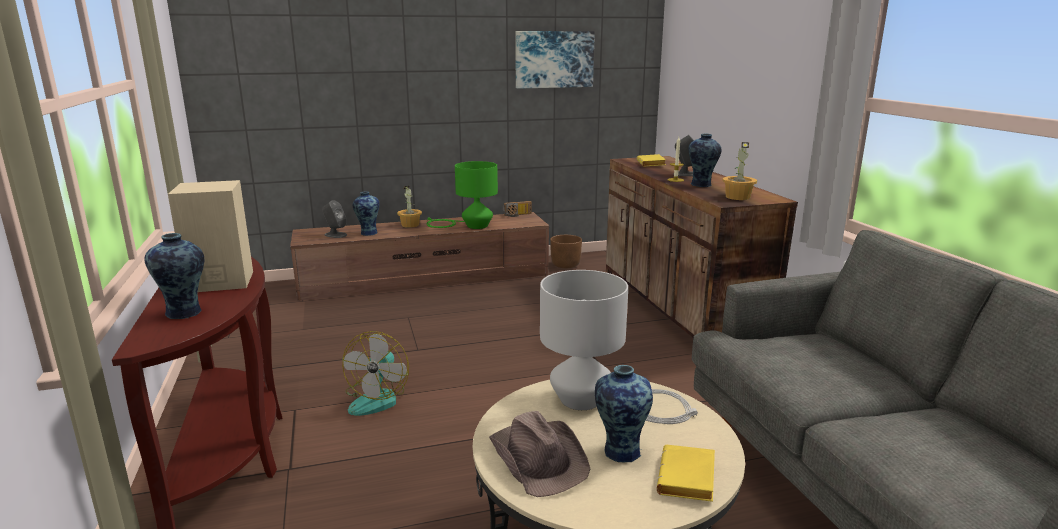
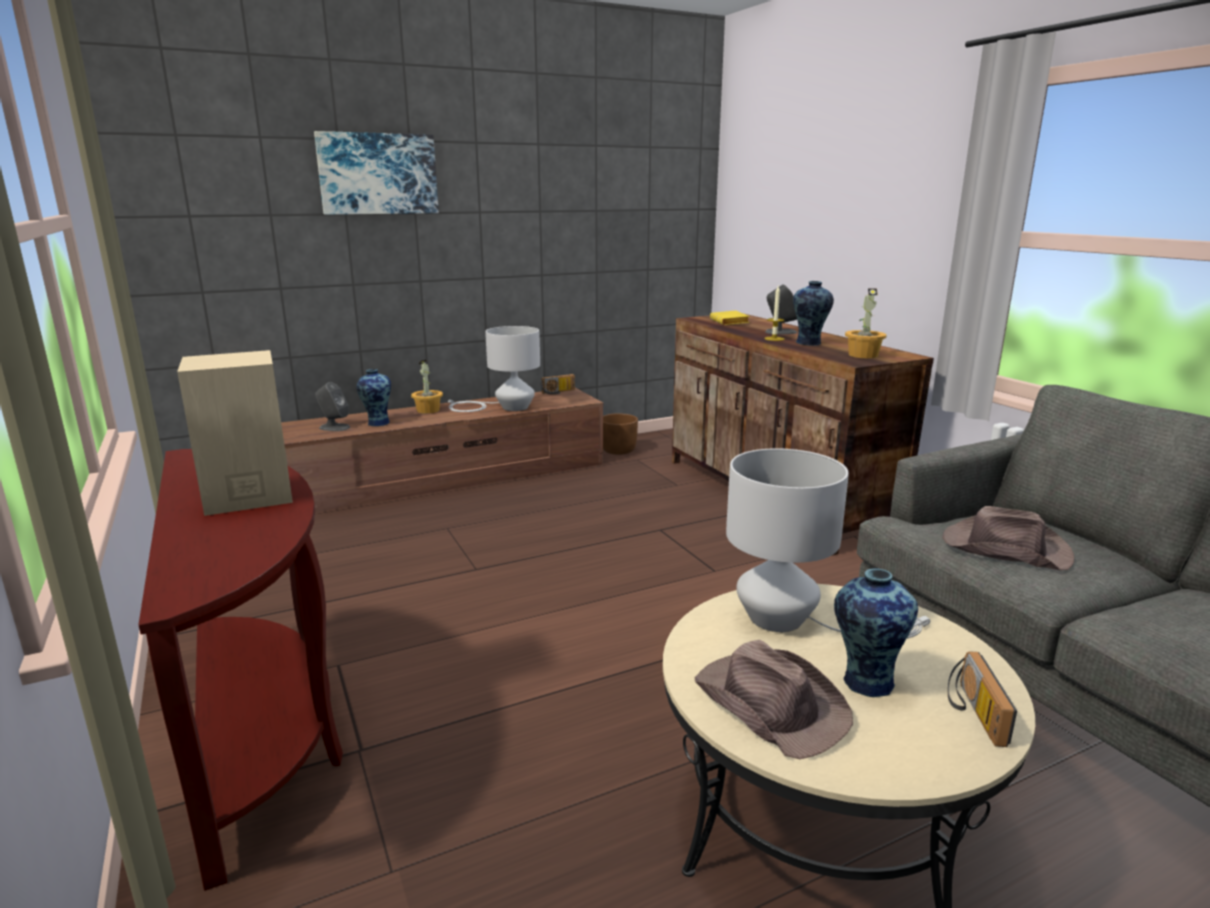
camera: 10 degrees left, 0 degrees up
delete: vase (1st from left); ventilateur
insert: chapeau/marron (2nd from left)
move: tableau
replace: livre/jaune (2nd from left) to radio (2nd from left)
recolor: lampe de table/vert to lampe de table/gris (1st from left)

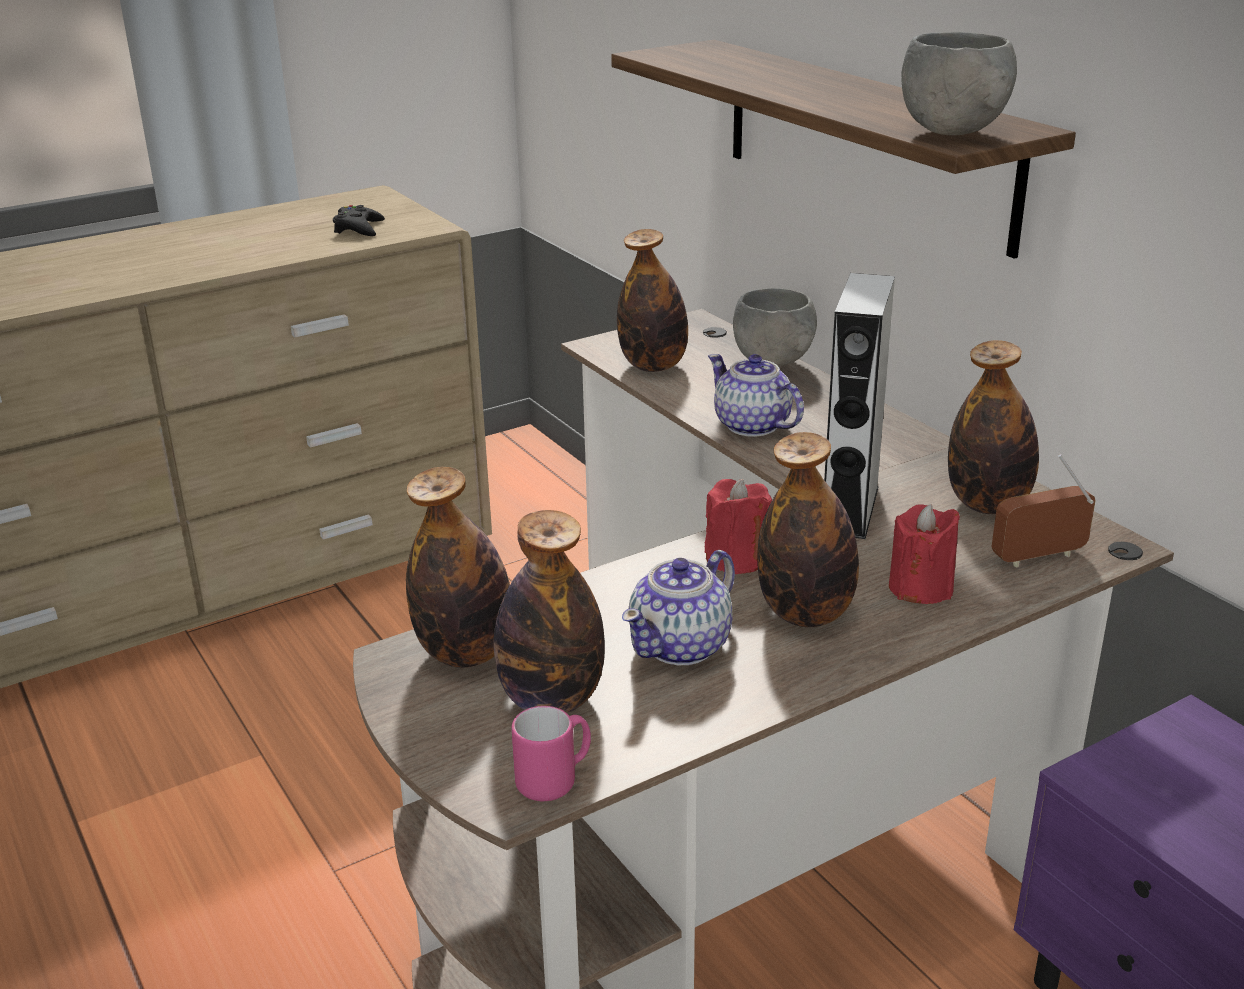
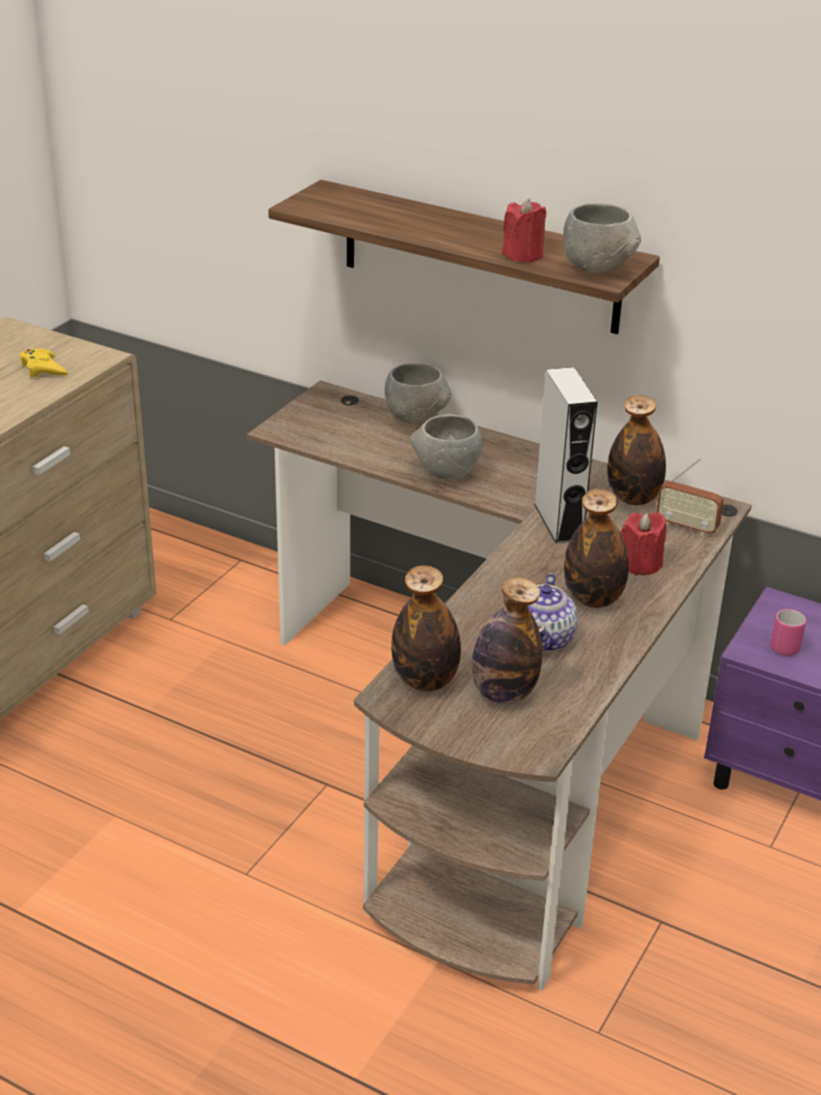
camera: 30 degrees left, 5 degrees up
delete: bouteille (3rd from left)
move: bougie/rouge (1st from left); mug/rose
replace: théière (2nd from left) to bol/gris (2nd from left)
recolor: manette/noir to manette/jaune
rotate: radio 105 degrees counterclockwise

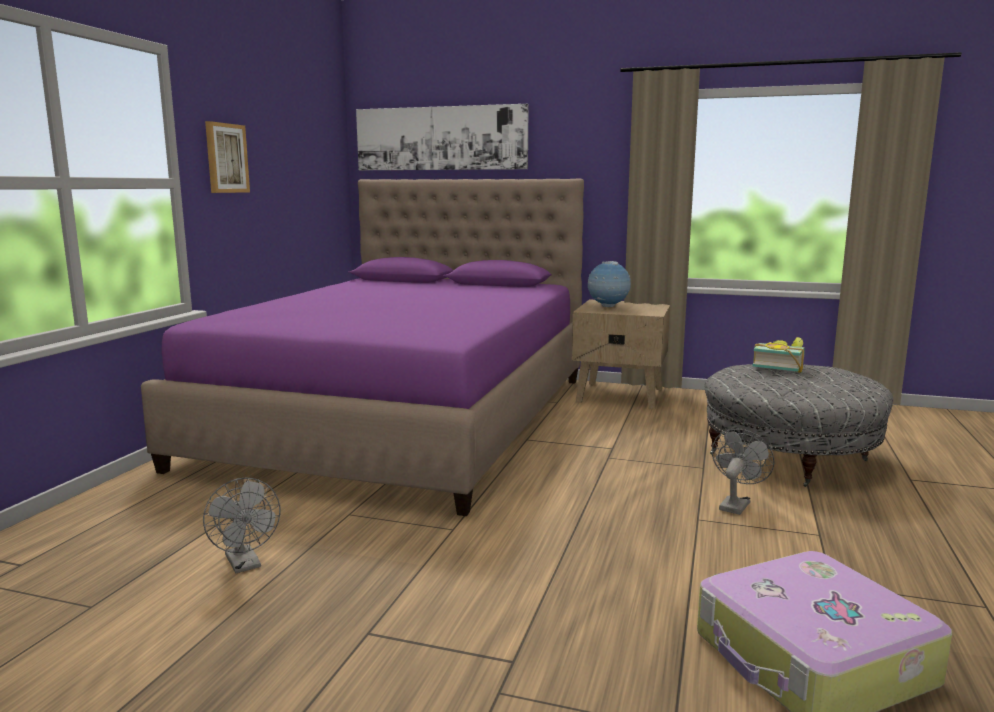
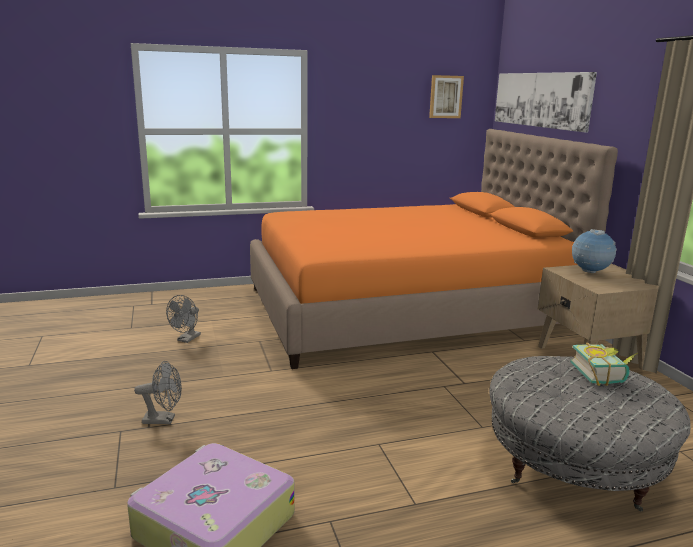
camera: 55 degrees right, 5 degrees up
move: ventilateur/gris (2nd from left in the first image) to ventilateur/gris (1st from left); tableau (1st from left)
recolor: lit/violet to lit/orange

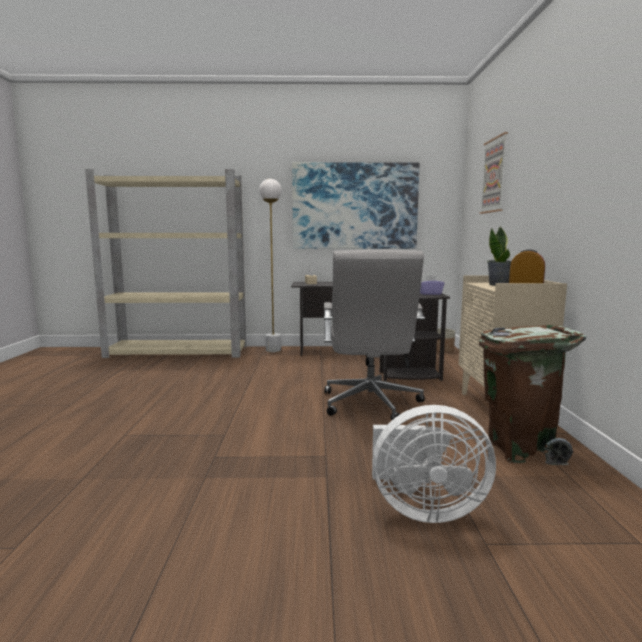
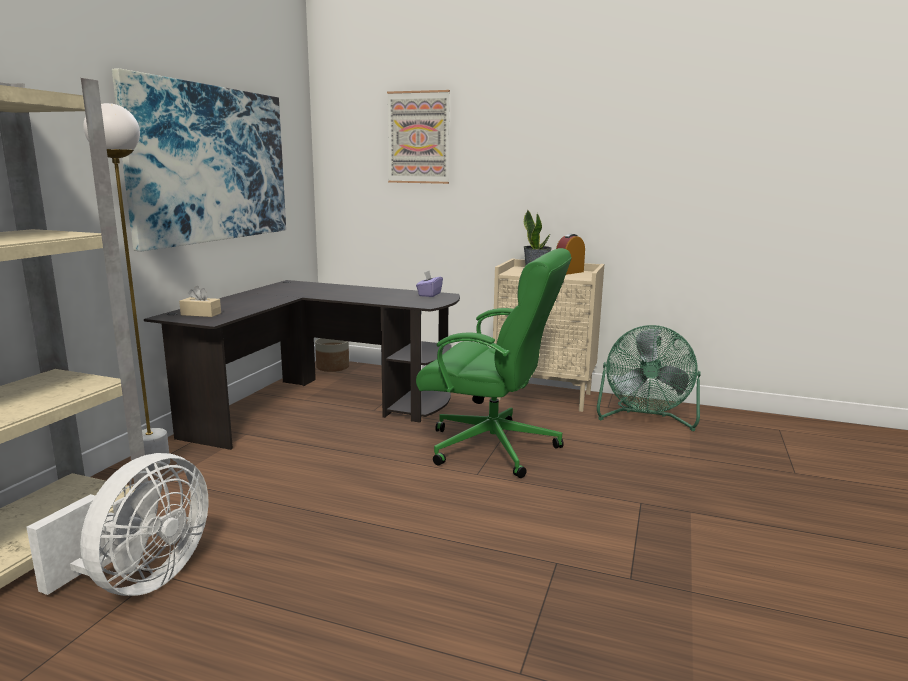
camera: 70 degrees left, 5 degrees up
move: ventilateur/blanc
replace: poubelle/marron to ventilateur/vert
recolor: chaise de bureau/gris to chaise de bureau/vert

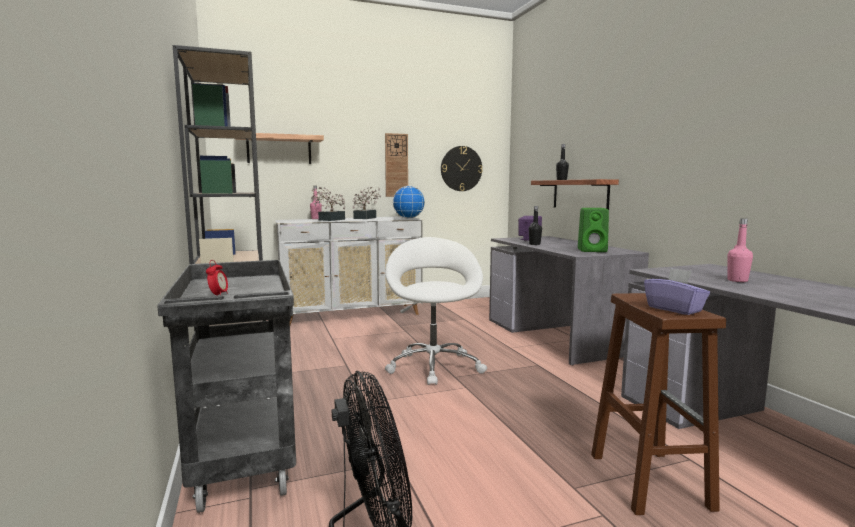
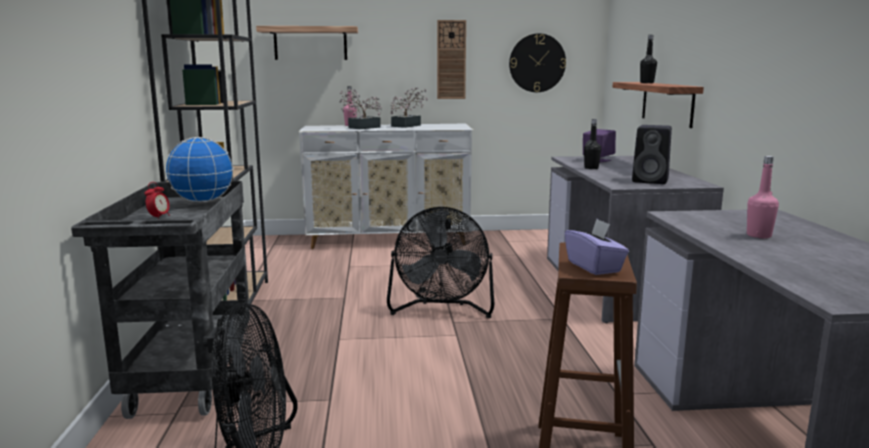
camera: 15 degrees right, 5 degrees up
move: globe
replace: chaise de bureau/blanc to ventilateur/noir (2nd from left)
recolor: enceinte/vert to enceinte/noir

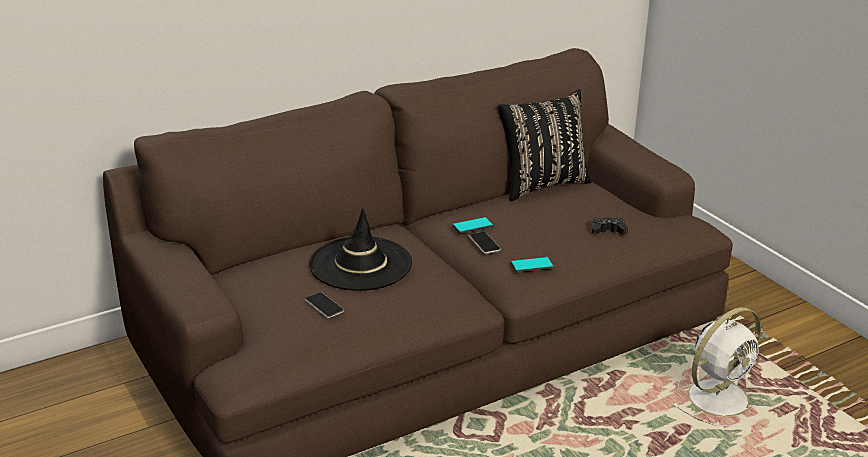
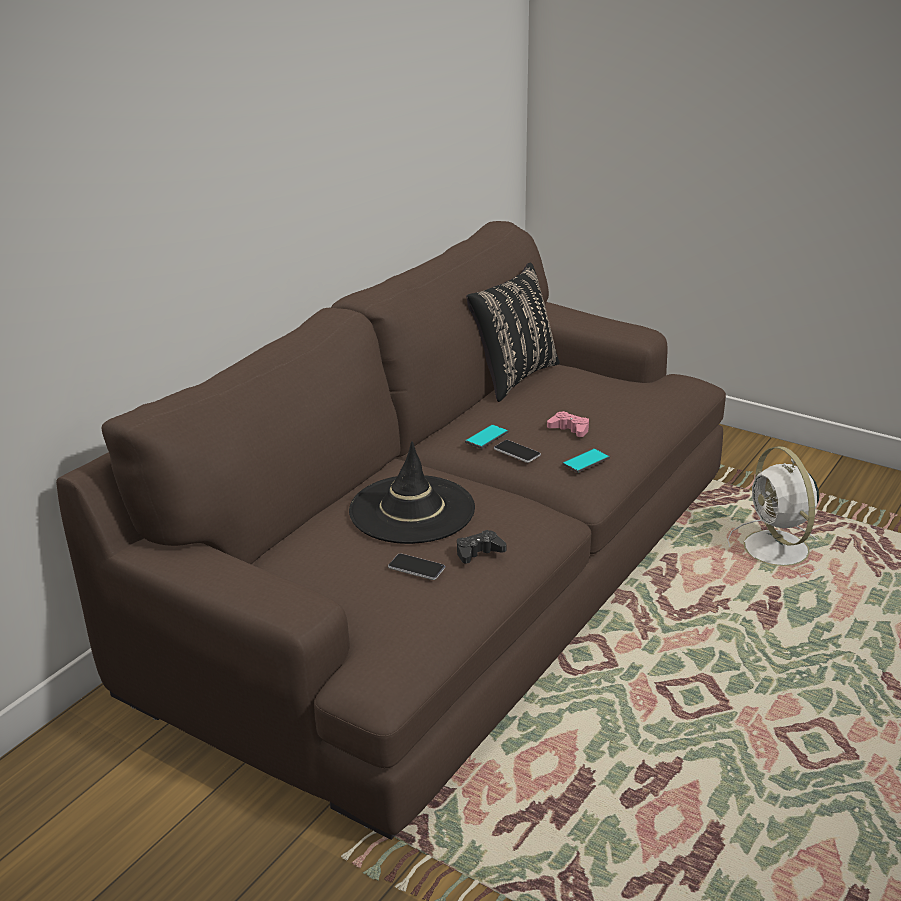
camera: 25 degrees left, 0 degrees up
insert: manette/rose
move: manette/noir
rotate: ventilateur/blanc 135 degrees clockwise

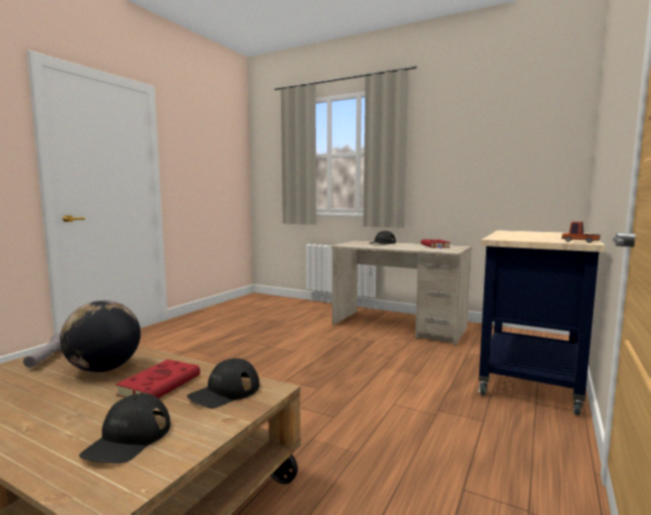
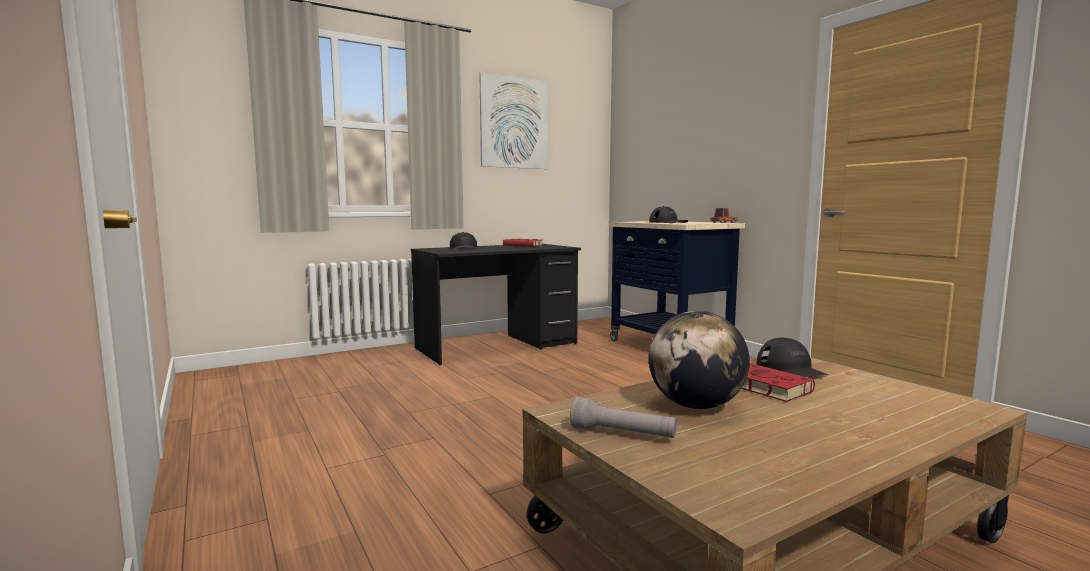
camera: 60 degrees left, 0 degrees up
insert: tableau
move: casquette/noir (1st from left in the first image) to casquette/noir (2nd from left)
recolor: bureau/beige to bureau/noir

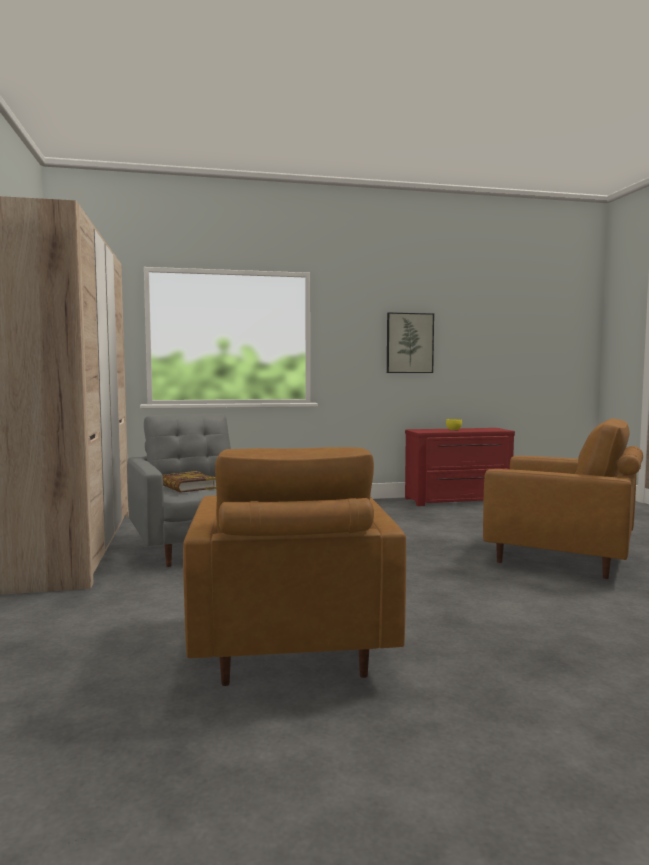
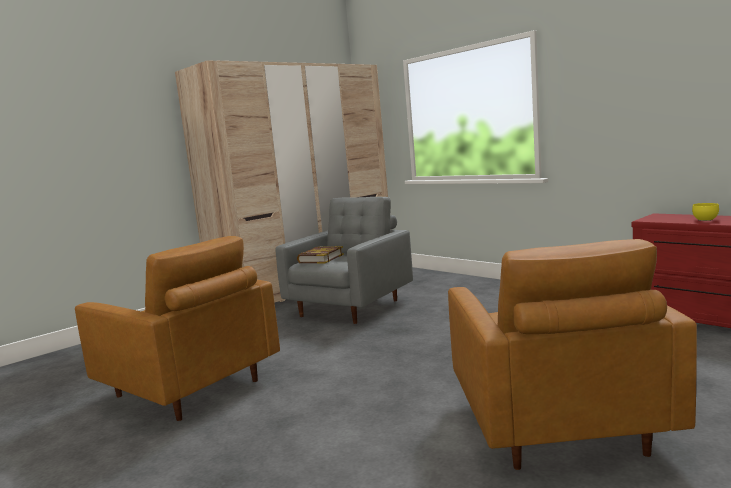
camera: 60 degrees right, 5 degrees up
delete: tableau
rotate: fauteuil/marron (1st from left) 105 degrees counterclockwise

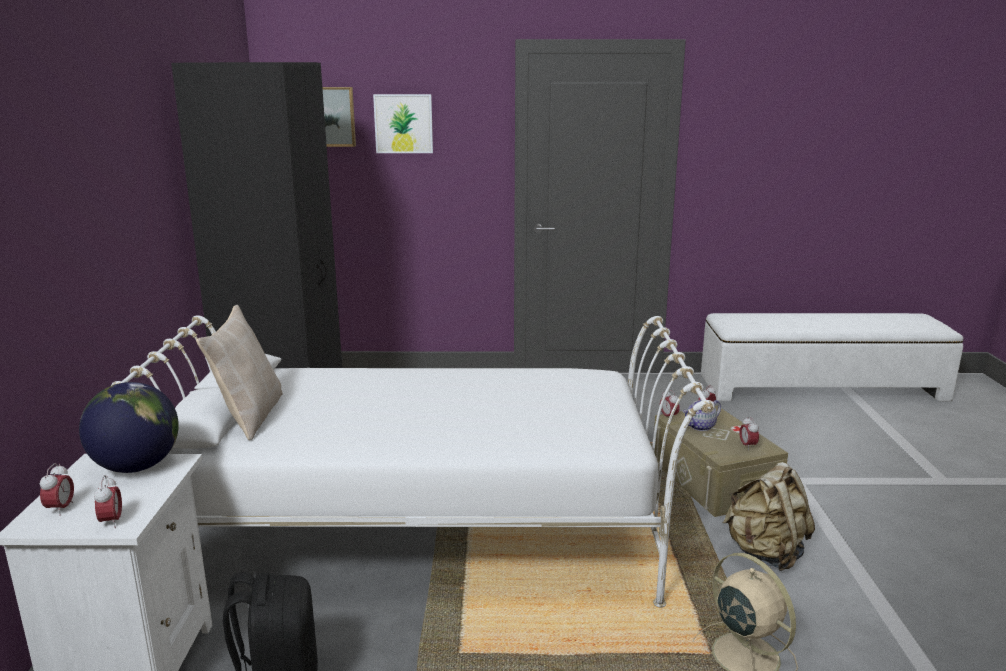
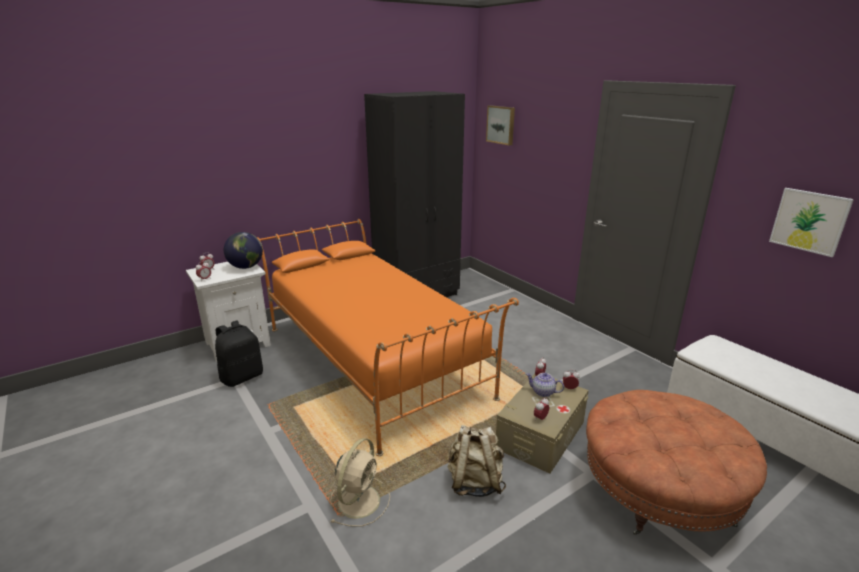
camera: 55 degrees right, 5 degrees up
delete: coussin/beige
insert: pouf/marron
move: tableau (2nd from left)
recolor: lit/blanc to lit/orange

